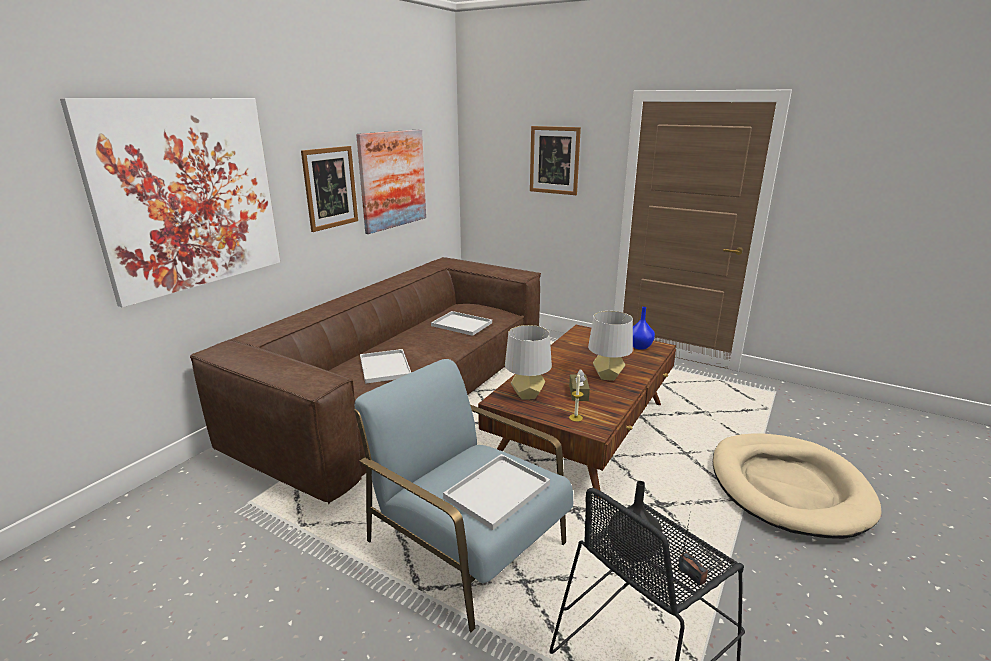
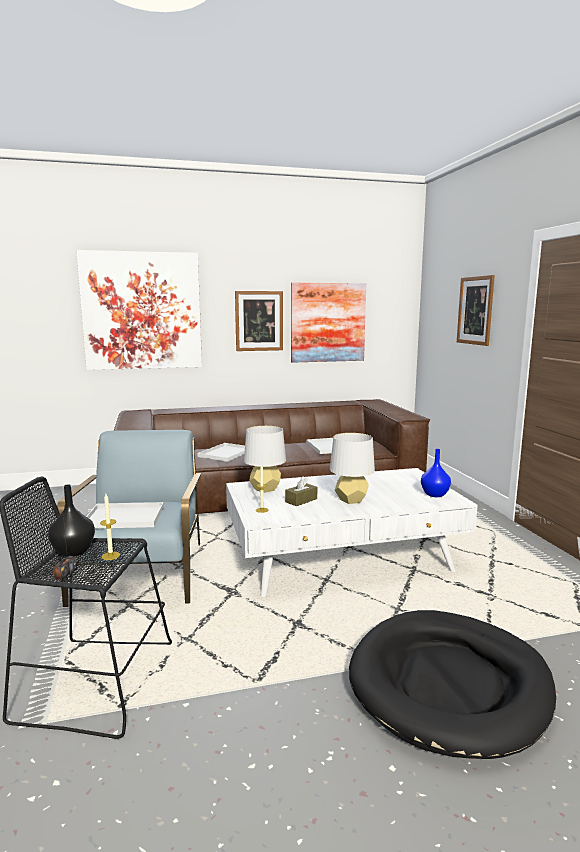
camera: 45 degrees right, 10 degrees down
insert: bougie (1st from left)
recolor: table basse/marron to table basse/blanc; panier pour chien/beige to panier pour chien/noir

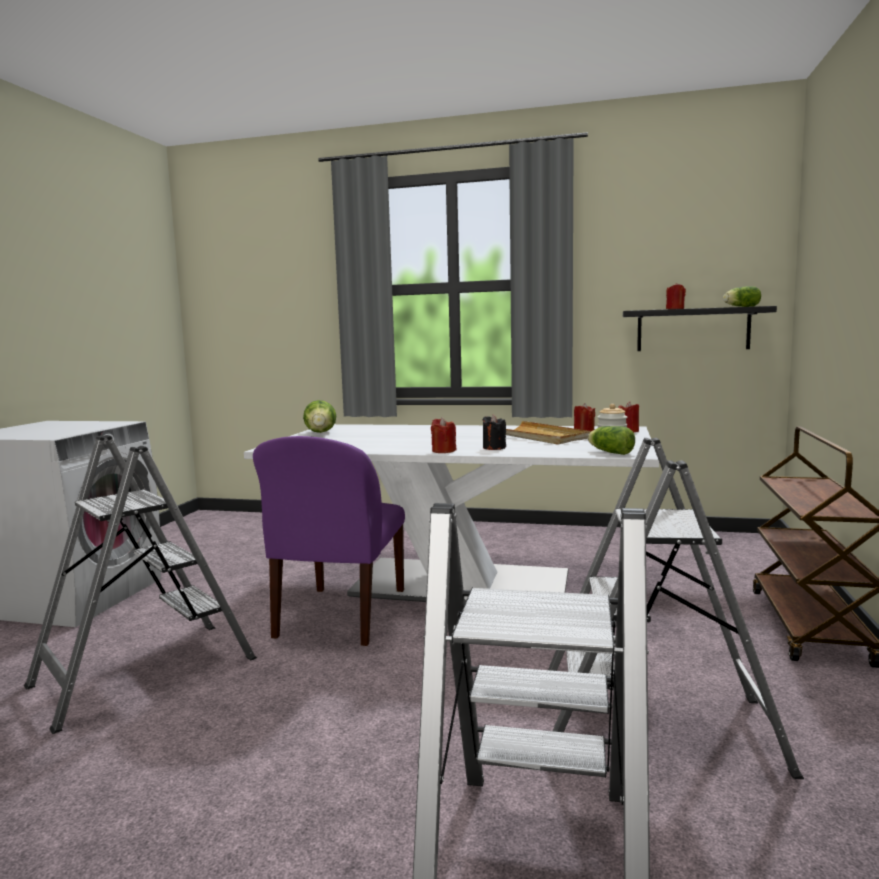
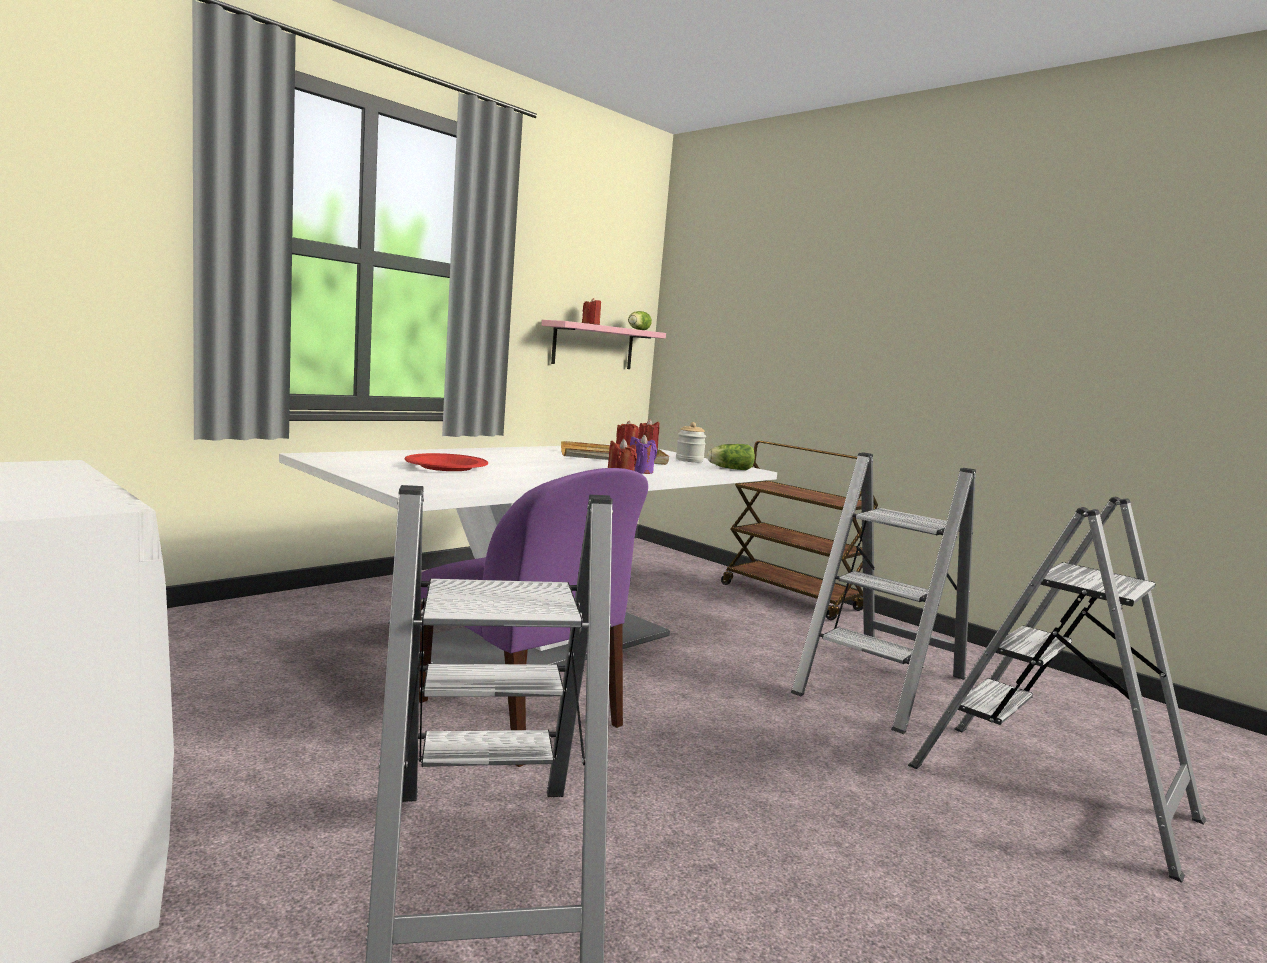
camera: 60 degrees left, 0 degrees up
delete: laitue (1st from left)
insert: assiette/rouge
recolor: étagère/noir to étagère/rose; bougie/noir to bougie/violet

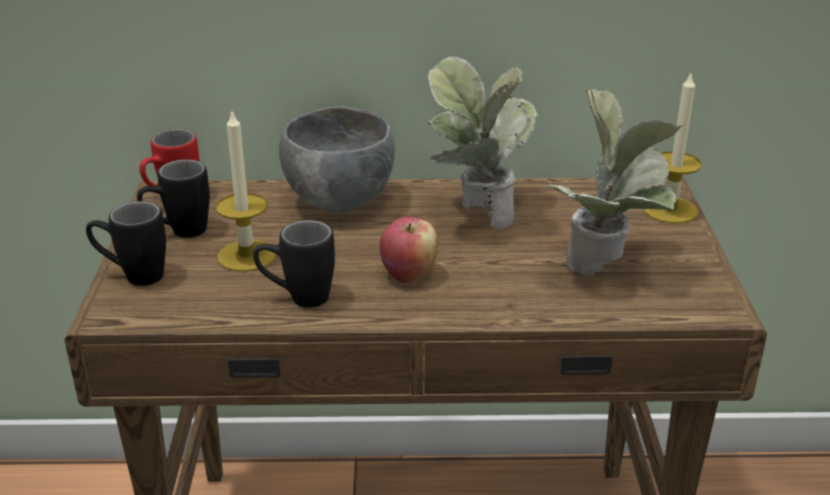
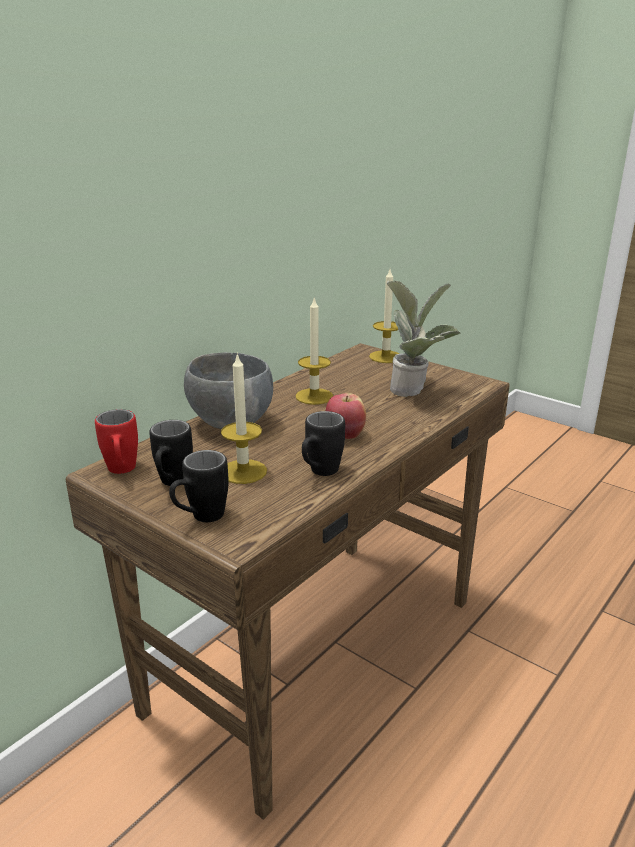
camera: 50 degrees left, 5 degrees down
replace: plante en pot (1st from left) to bougie (2nd from left)

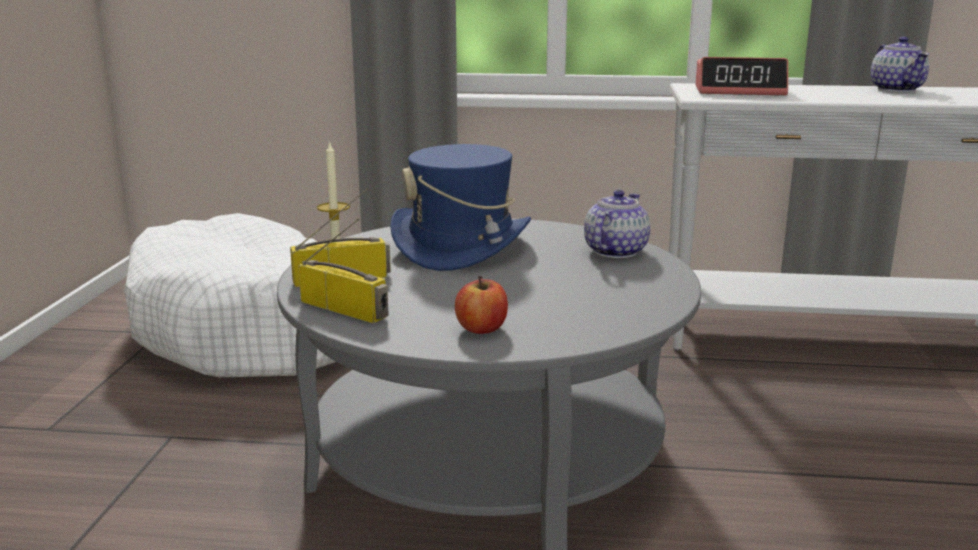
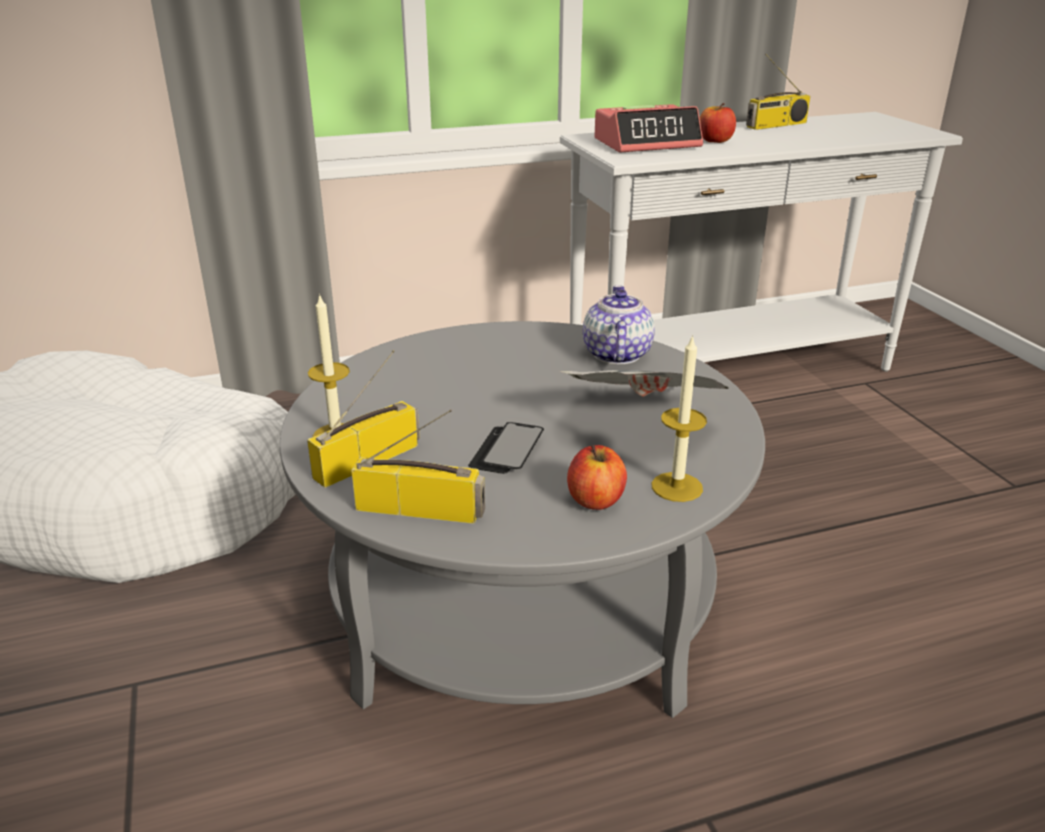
camera: 25 degrees left, 10 degrees up
delete: chapeau/bleu
insert: téléphone; journal; bougie (2nd from left); pomme (2nd from left)
replace: théière (2nd from left) to radio (3rd from left)

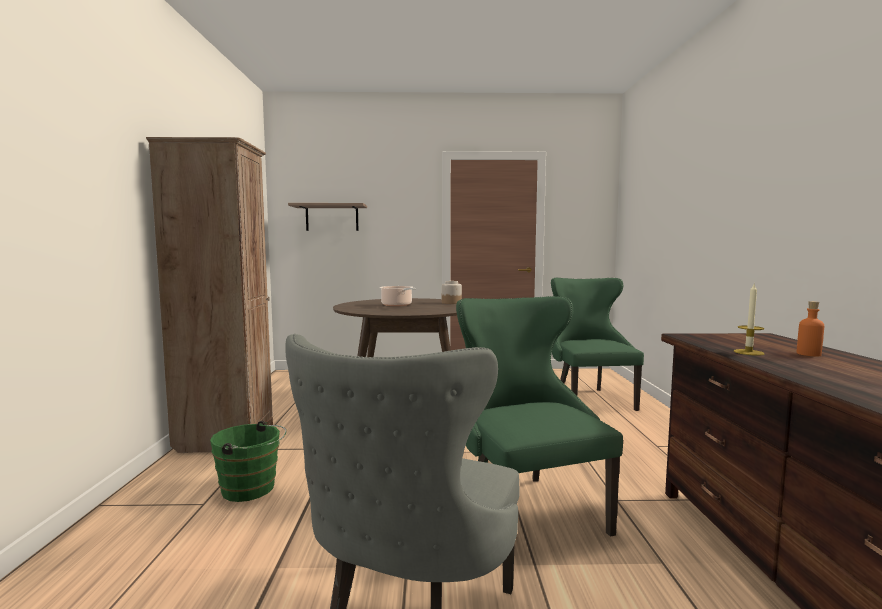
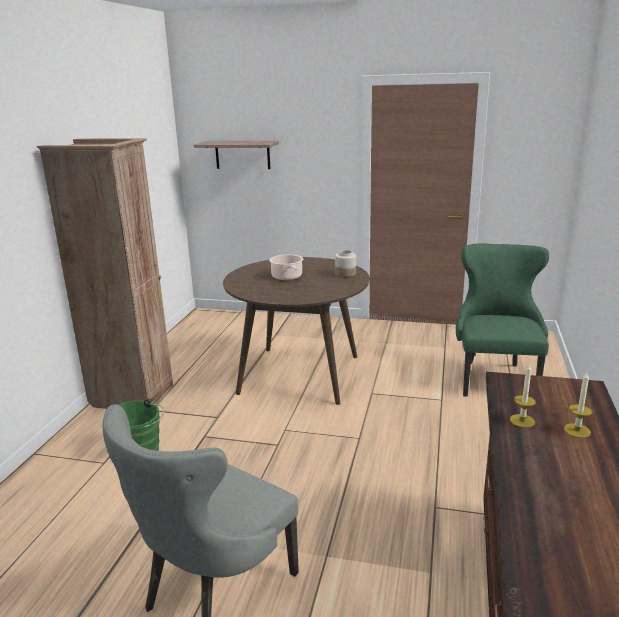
camera: 15 degrees right, 15 degrees up
delete: chaise/vert (1st from left)
replace: bouteille/orange to bougie (2nd from left)

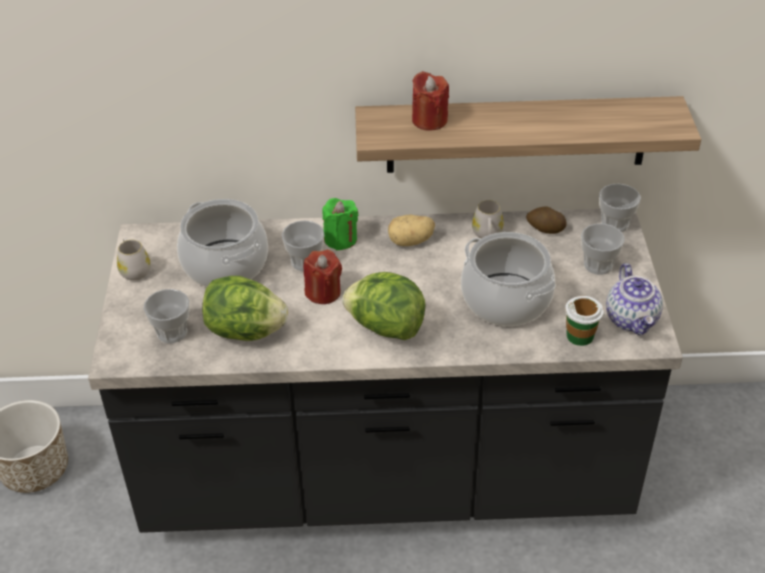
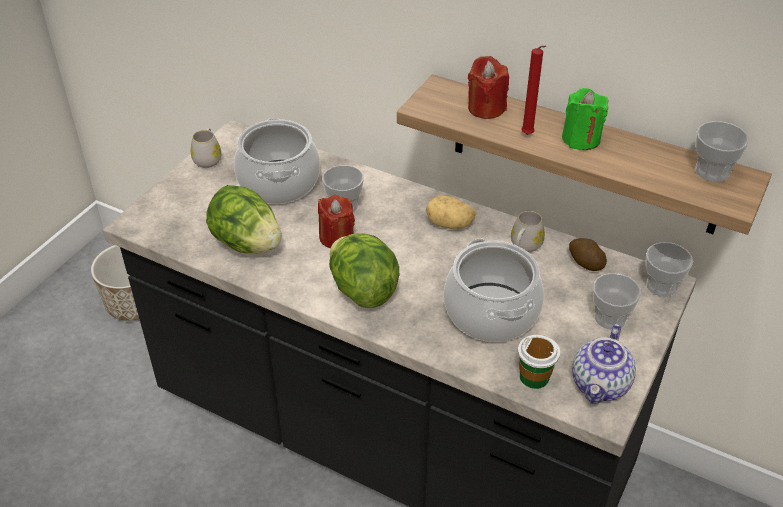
camera: 30 degrees right, 0 degrees up
insert: bougie/rouge (3rd from left)
move: bougie/vert; tasse (1st from left in the first image) to tasse (5th from left)

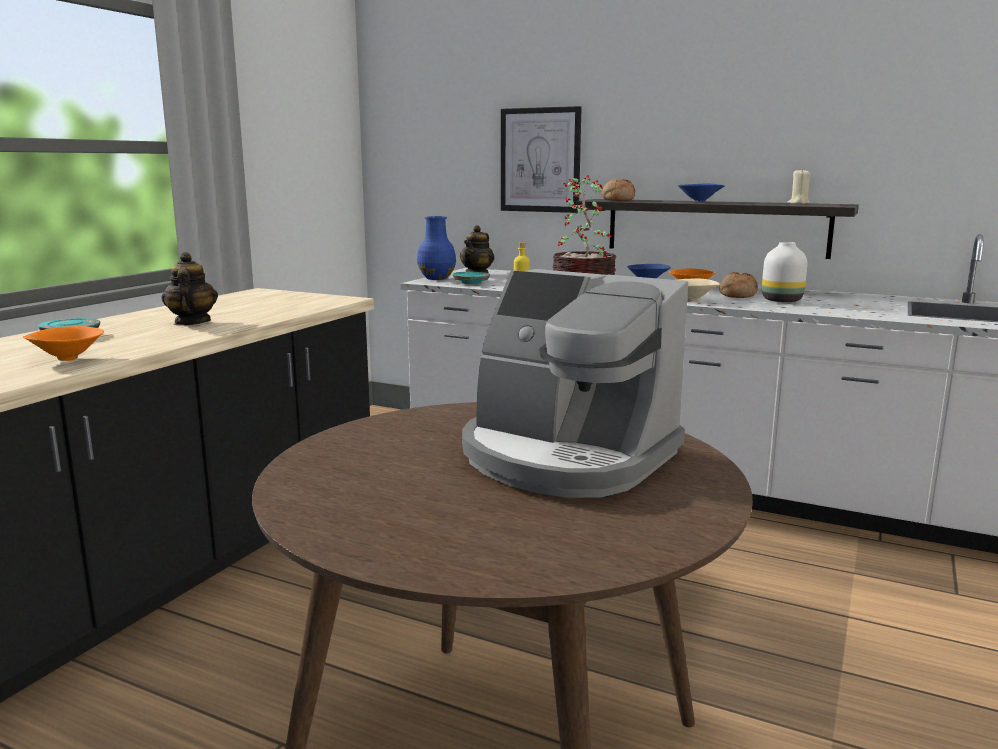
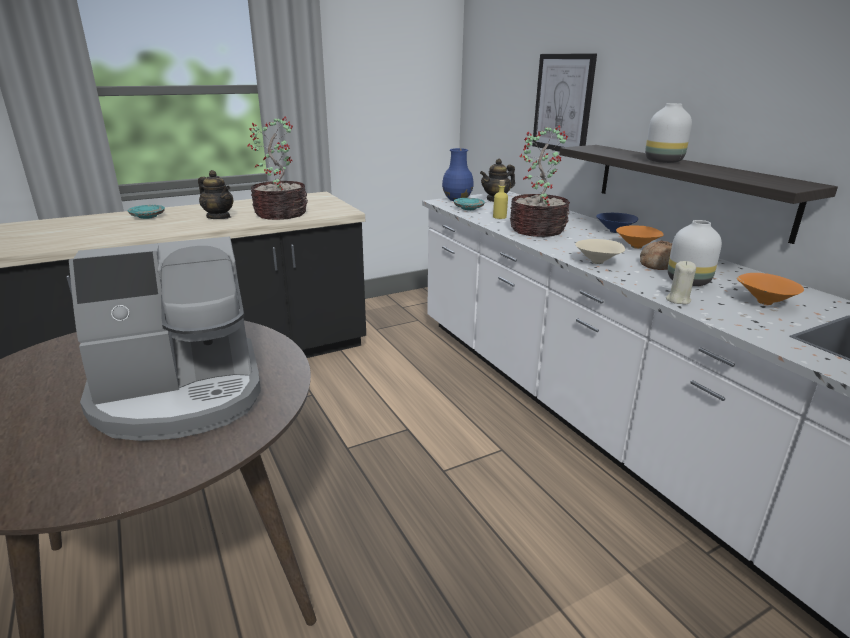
camera: 35 degrees right, 10 degrees up
delete: pain (1st from left)
insert: plante en pot (1st from left)
move: bougie/beige; bol/orange (1st from left in the first image) to bol/orange (2nd from left)
replace: bol/bleu (2nd from left) to vase/blanc (1st from left)
rotate: machine à café 90 degrees counterclockwise; théière (1st from left) 105 degrees clockwise

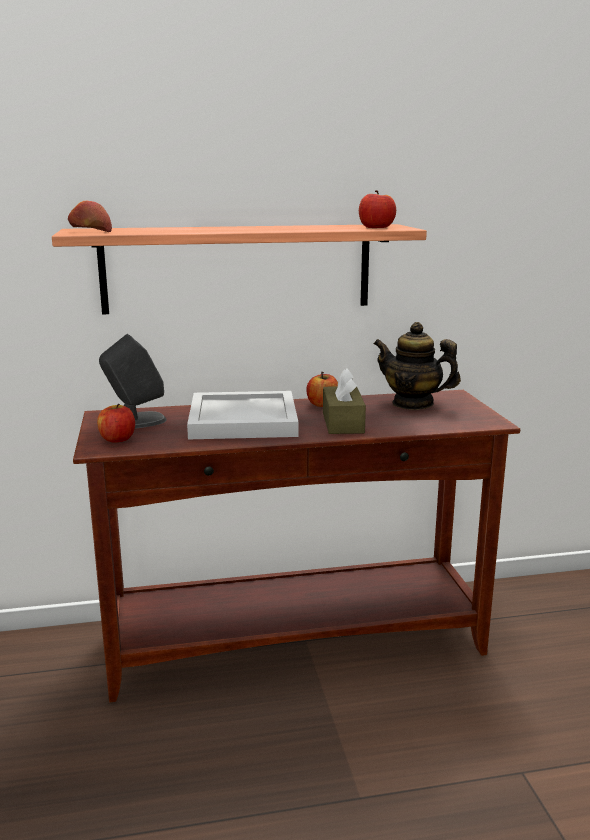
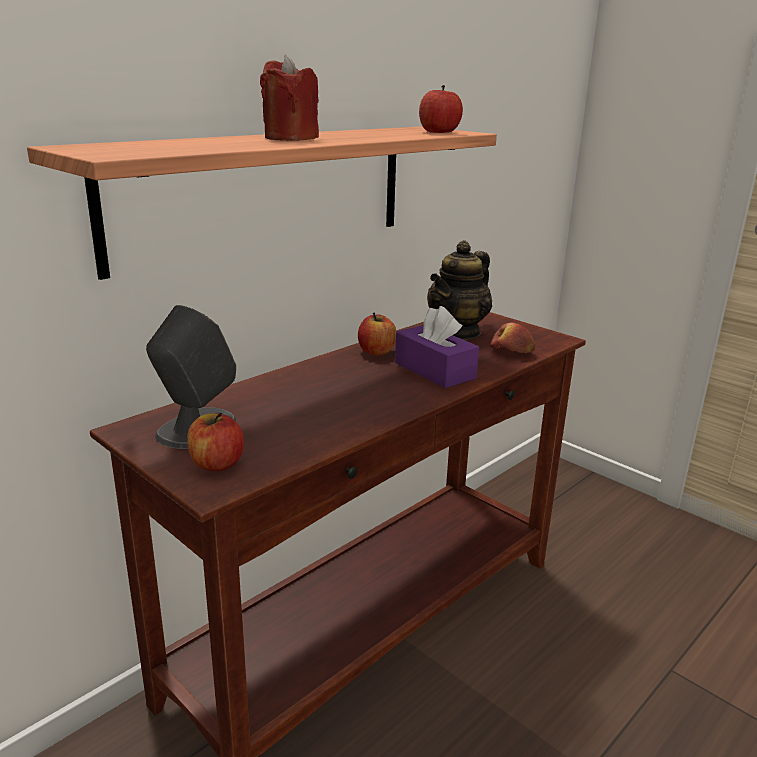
camera: 35 degrees left, 5 degrees up
delete: plateau/blanc
insert: bougie/rouge
move: pomme (1st from left in the first image) to pomme (4th from left)
recolor: boîte à mouchoirs/marron to boîte à mouchoirs/violet
rotate: théière 45 degrees counterclockwise

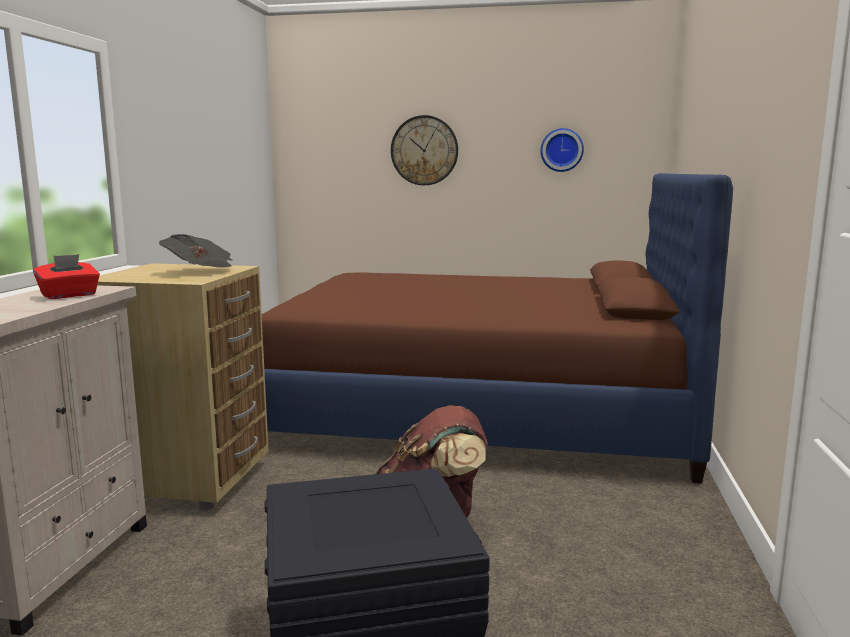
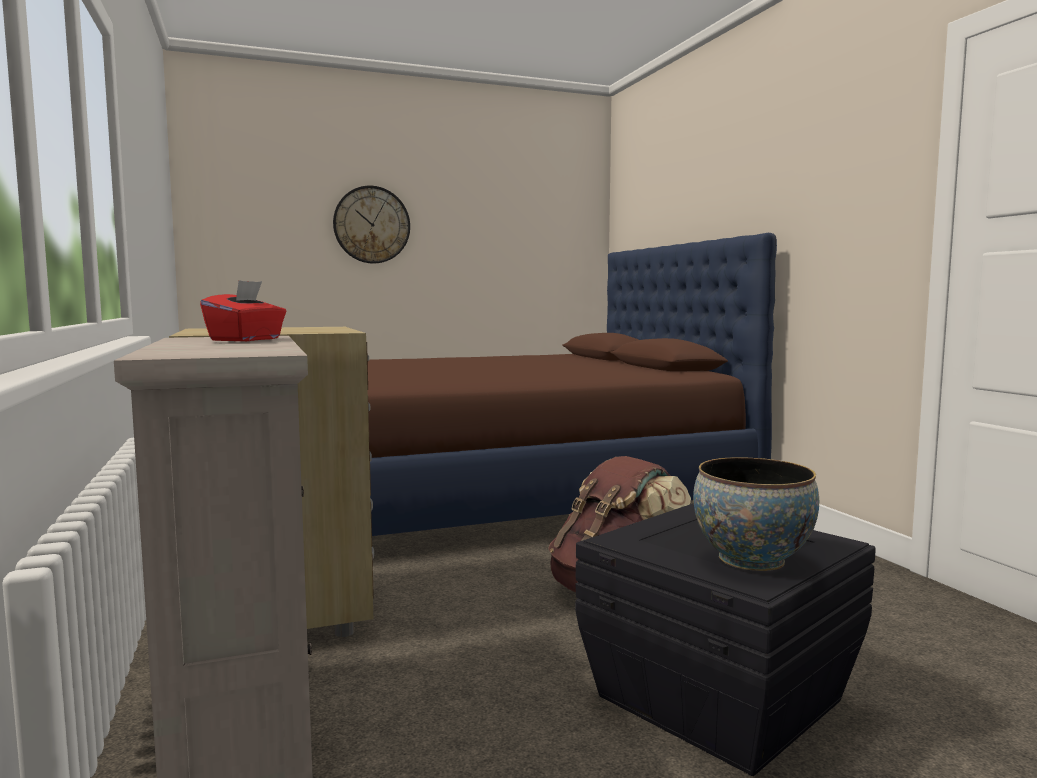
camera: 30 degrees left, 5 degrees down
delete: journal; horloge murale (2nd from left)
insert: bol

